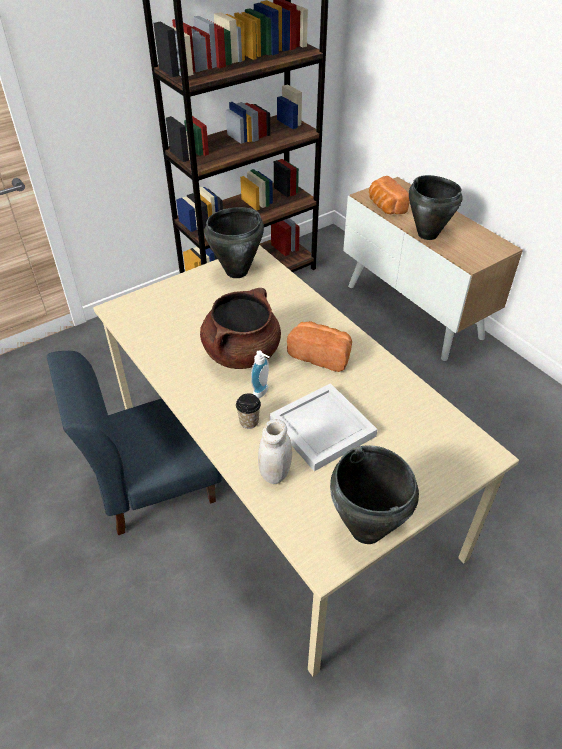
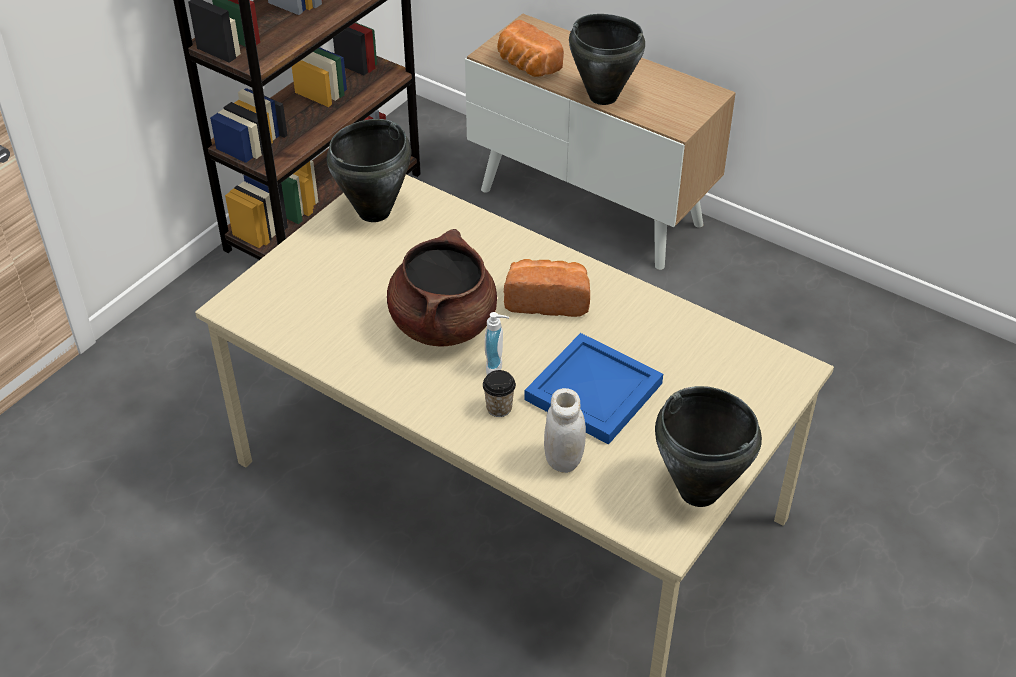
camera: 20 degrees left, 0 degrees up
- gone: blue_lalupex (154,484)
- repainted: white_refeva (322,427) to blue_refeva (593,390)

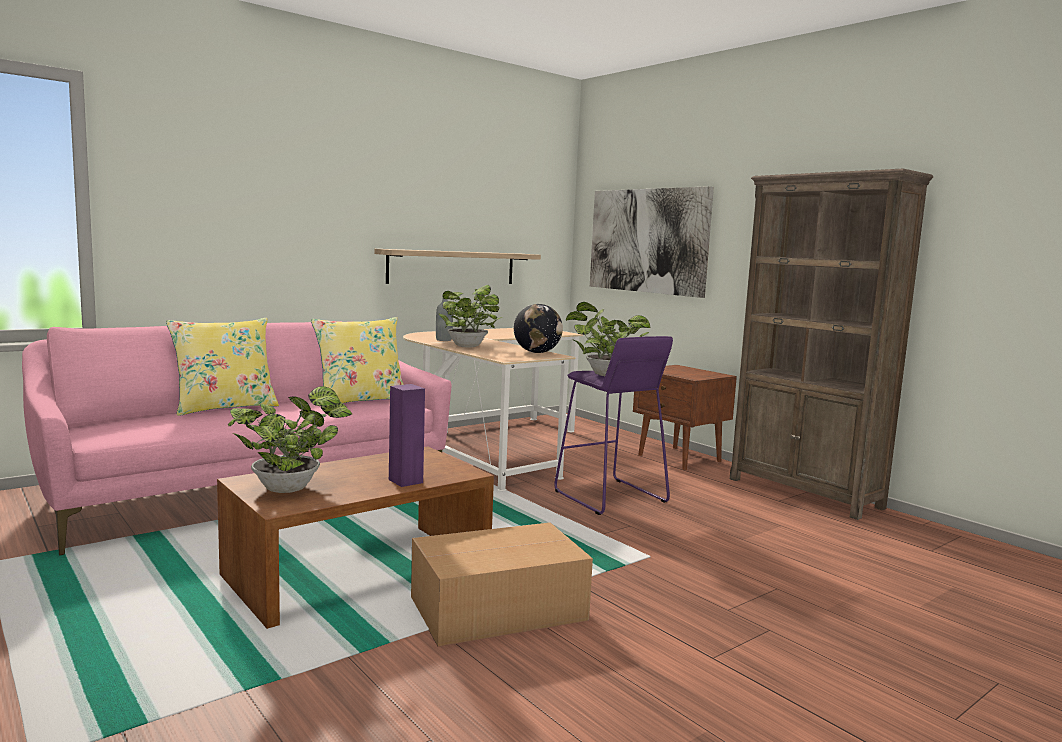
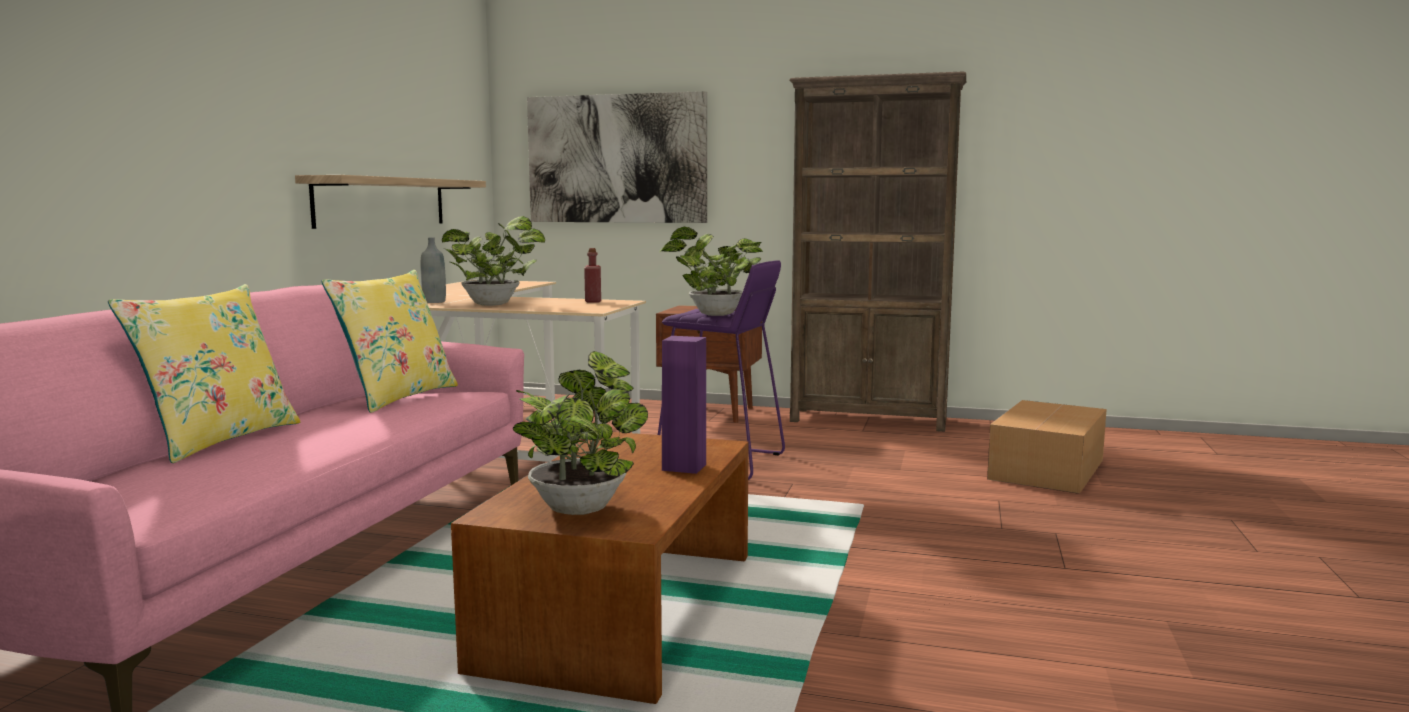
camera: 35 degrees left, 0 degrees up
- swapped: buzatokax (537,352) to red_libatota (593,301)
- shifted: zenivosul (501,609) to (1048,469)

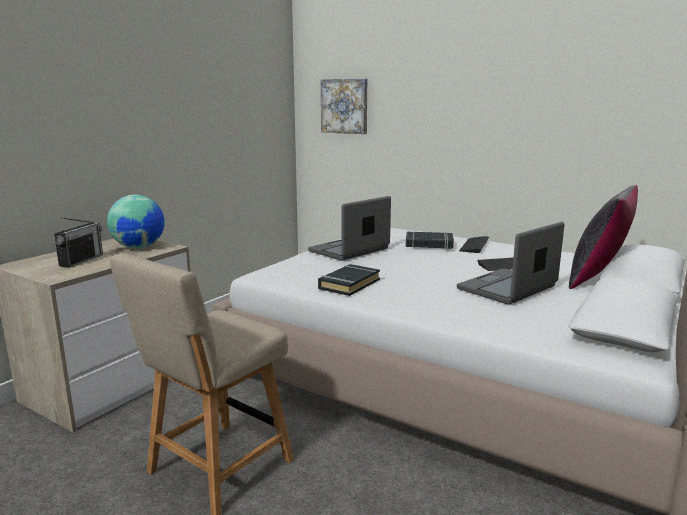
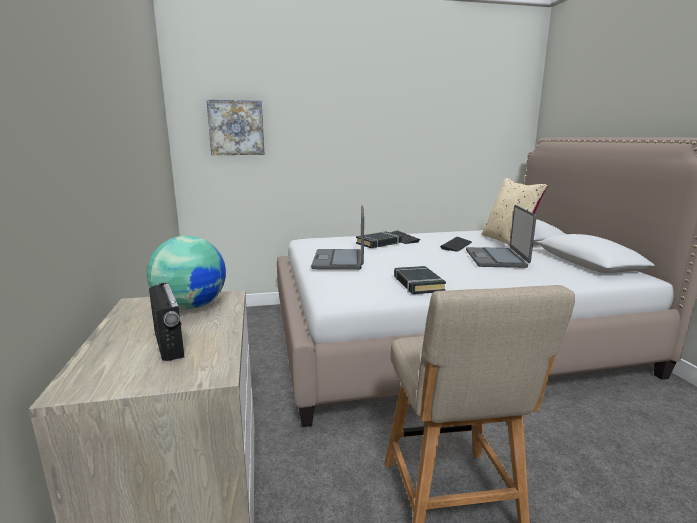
camera: 45 degrees left, 0 degrees up
- repainted: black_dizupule (598,278) to beige_dizupule (508,242)

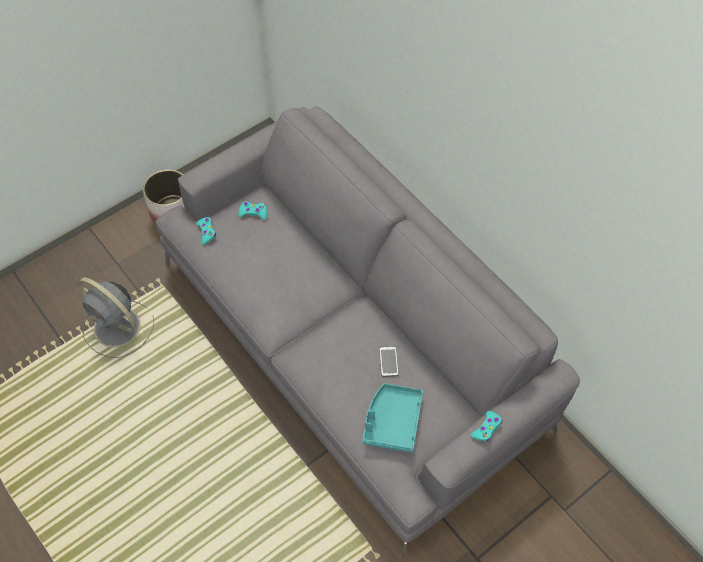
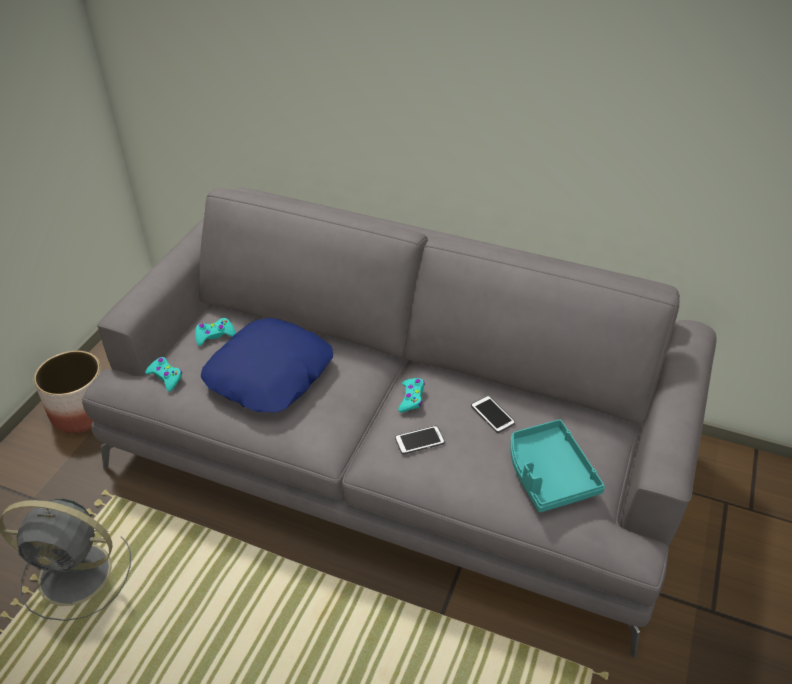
camera: 30 degrees left, 15 degrees down
- shifted: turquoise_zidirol (486,428) to (411,398)
- new: blue_dizupule (270,374)
- new: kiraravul (419,440)

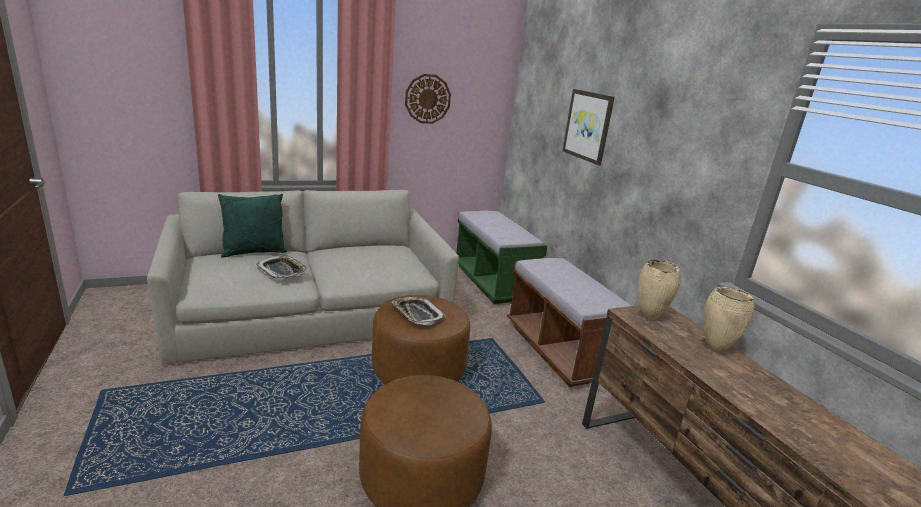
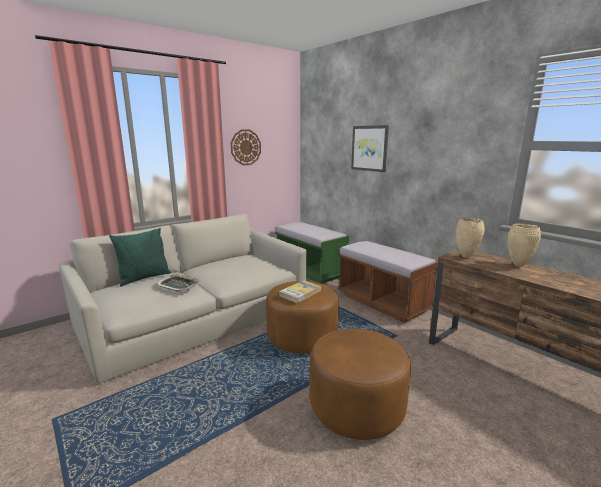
camera: 15 degrees left, 5 degrees down
- swapped: refeva (417,314) to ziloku (300,293)

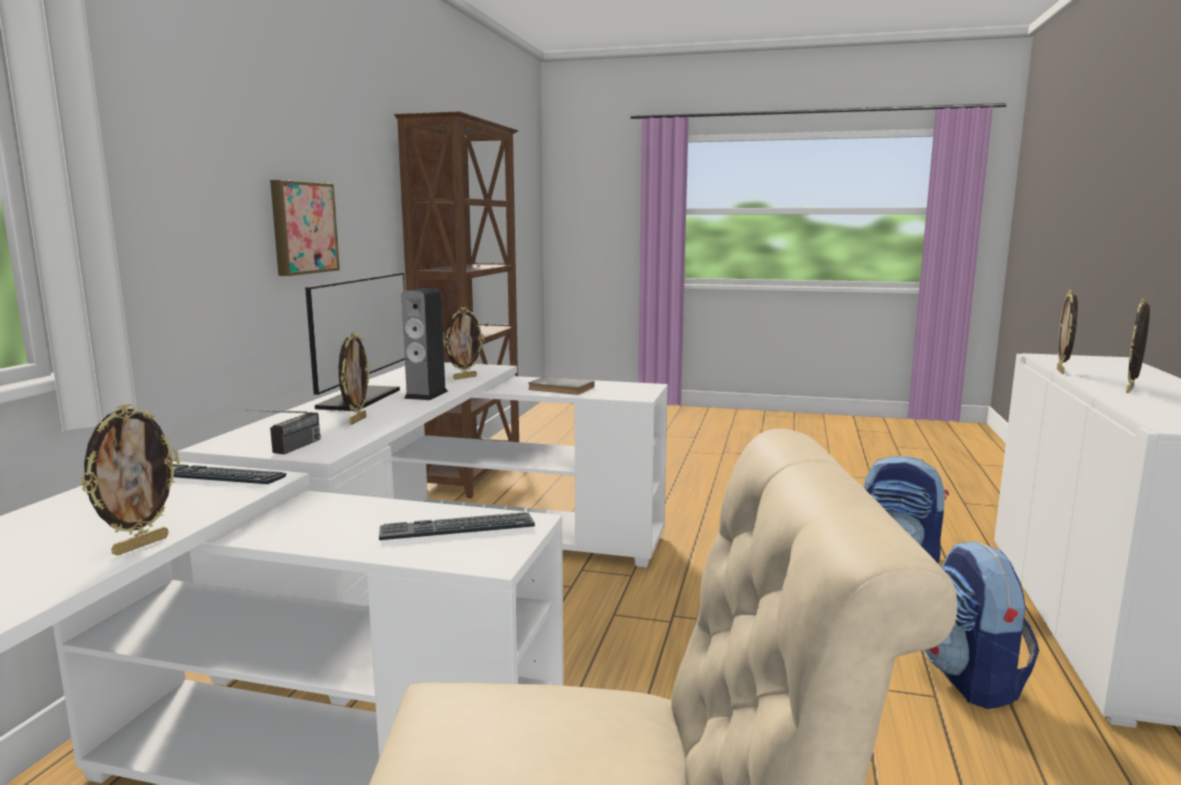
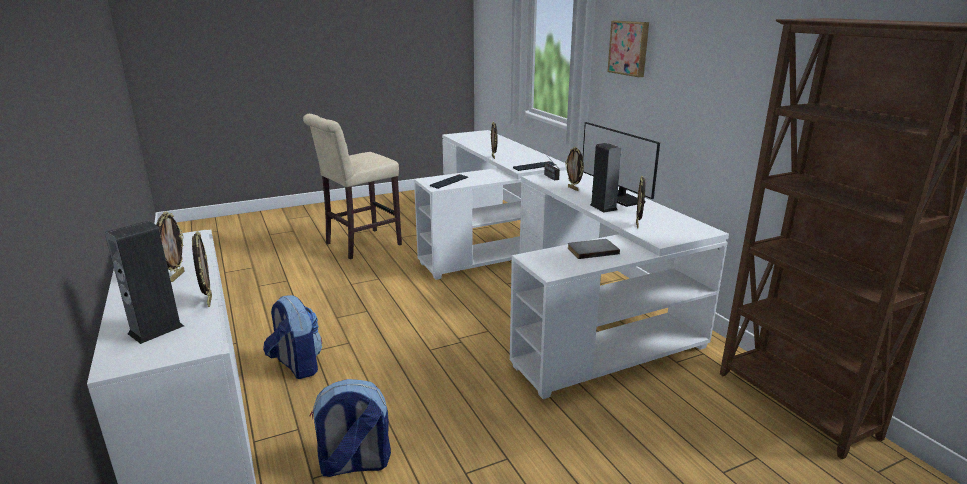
camera: 140 degrees right, 10 degrees up
- shifted: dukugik (302,228) to (629,48)
- new: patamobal (156,330)

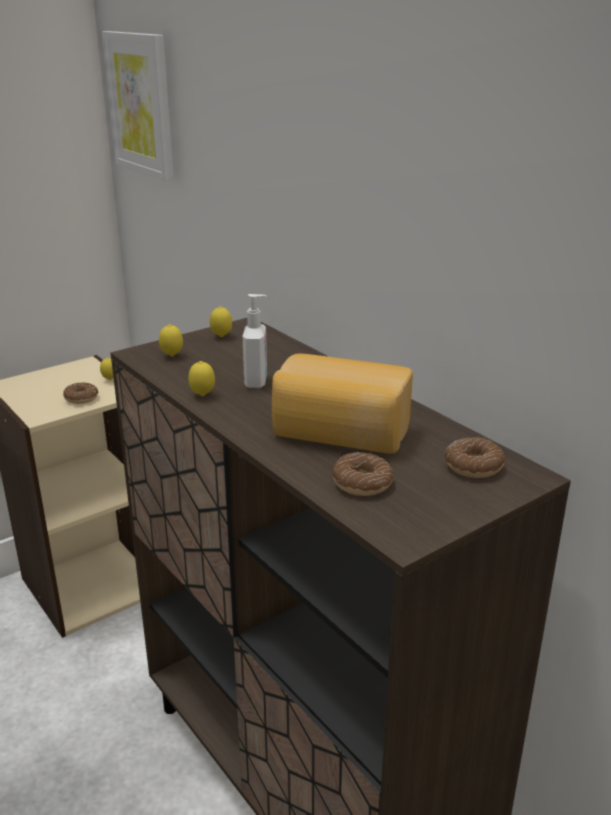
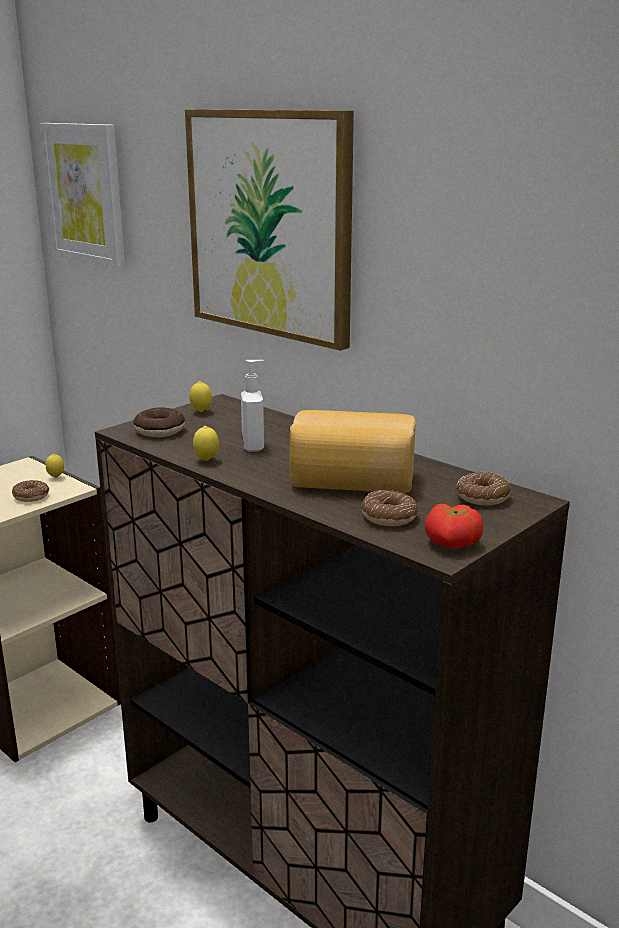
camera: 10 degrees left, 5 degrees down
- swapped: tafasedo (172,356) to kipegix (160,431)
- new: dukugik (270,224)
- new: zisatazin (452,543)

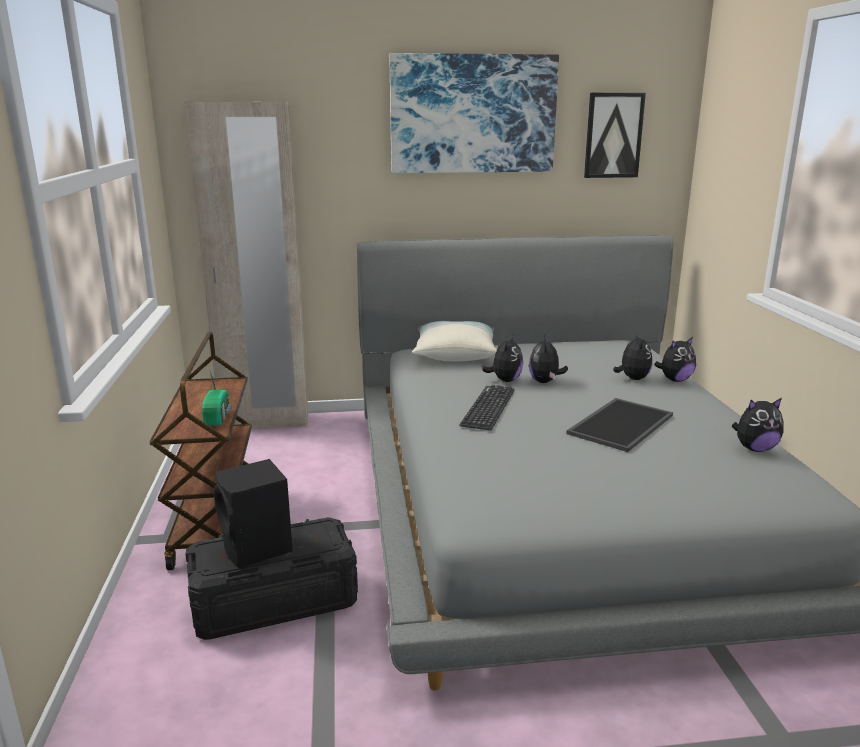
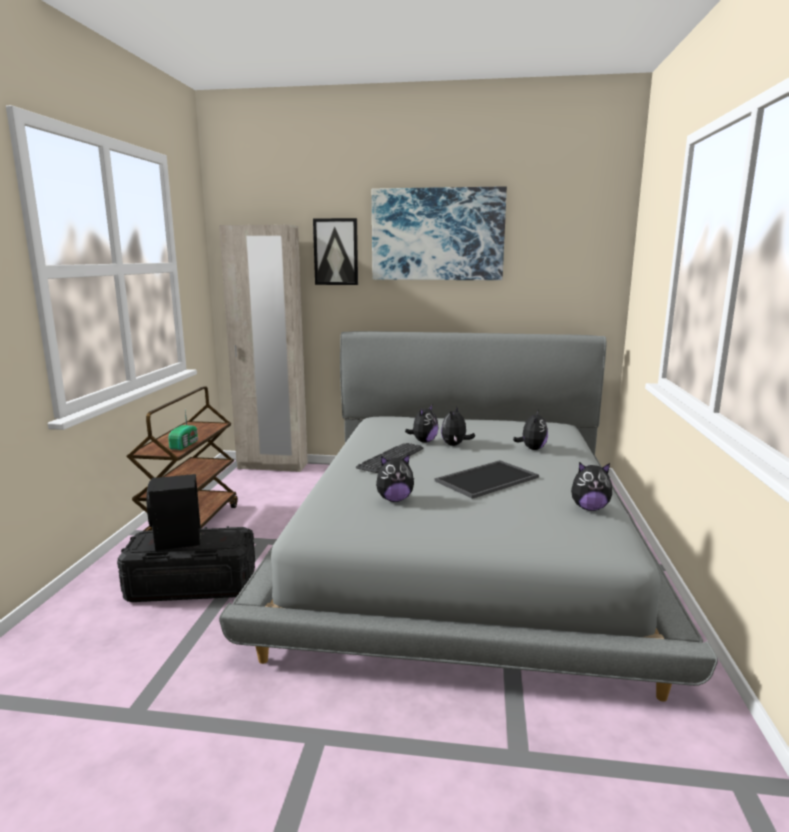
camera: 15 degrees right, 5 degrees down
- shifted: dukugik (613,135) to (336,252)
- gone: dizupule (455,354)
- shifted: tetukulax (675,380) to (394,499)

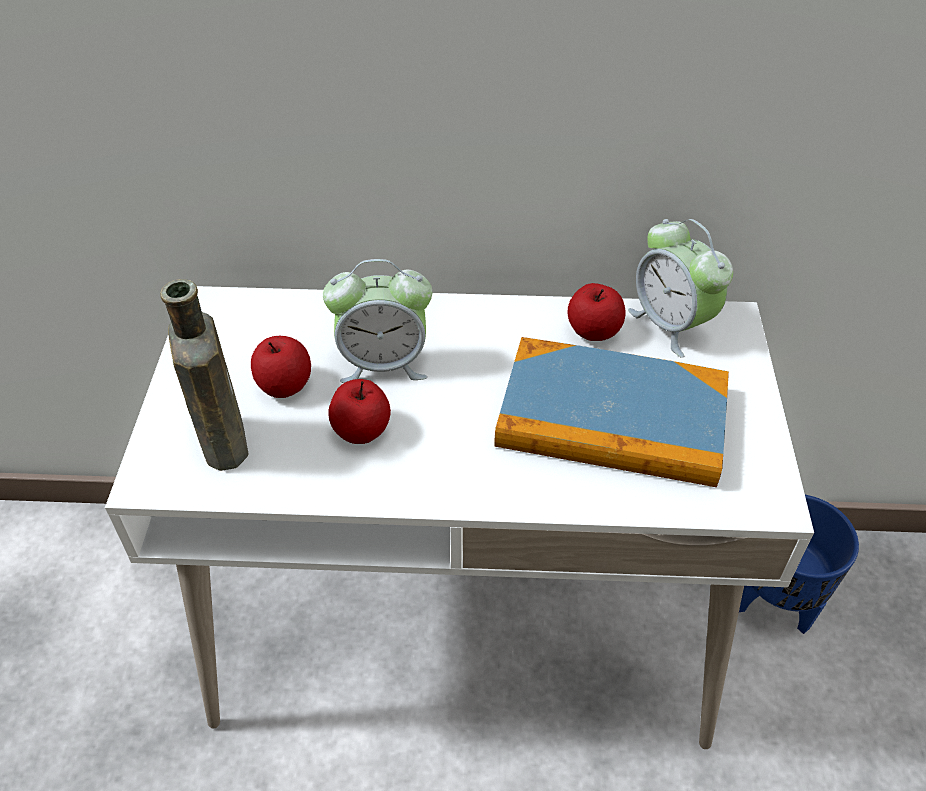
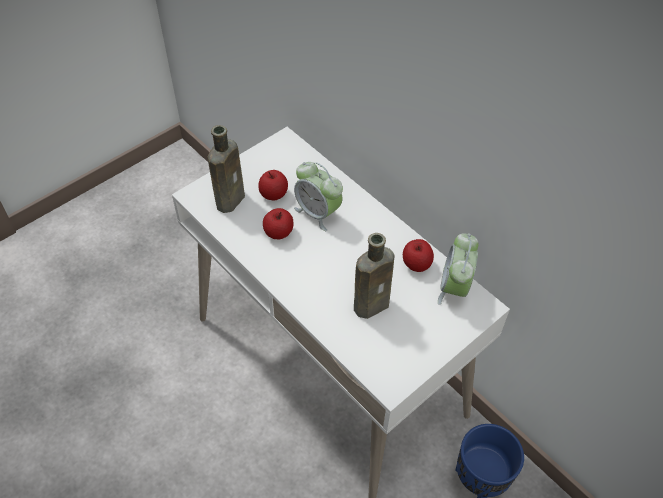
camera: 45 degrees right, 5 degrees up
- swapped: ziloku (611,419) to brown_libatota (373,304)

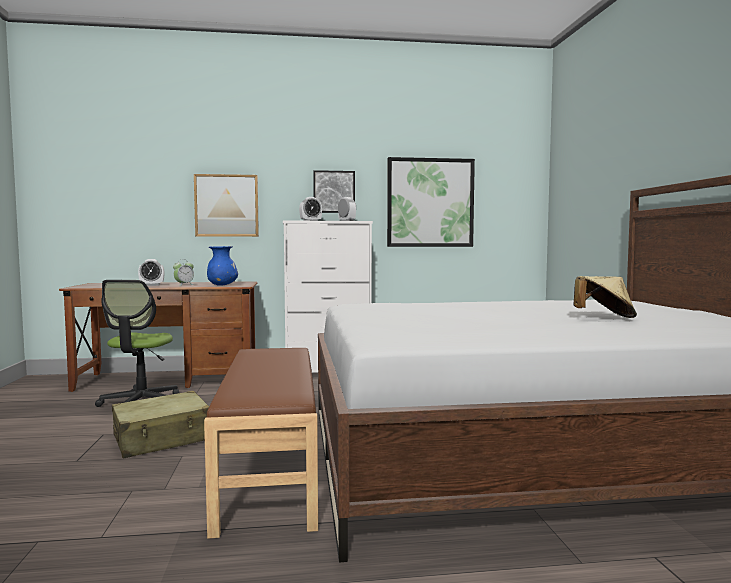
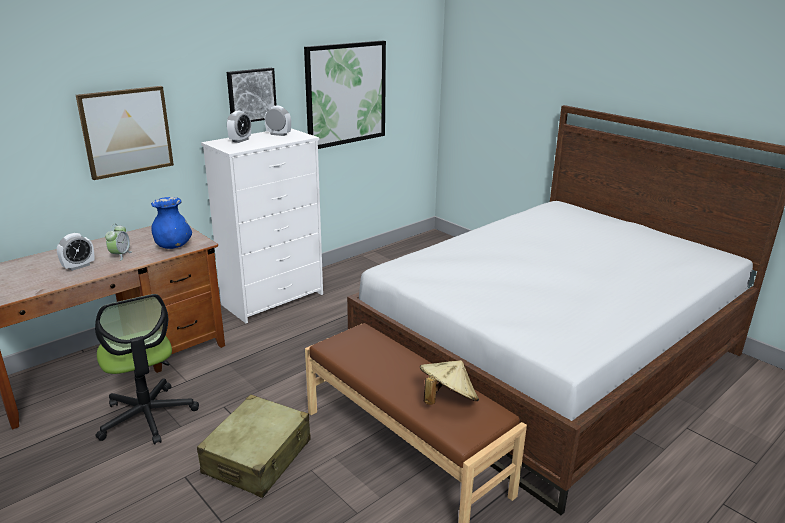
camera: 35 degrees left, 20 degrees up
- shifted: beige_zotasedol (604,317) to (447,400)

